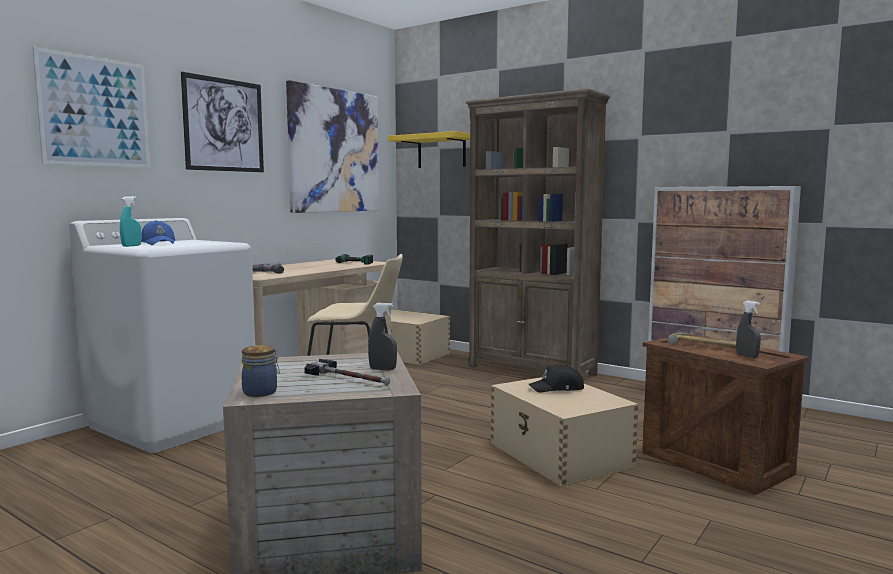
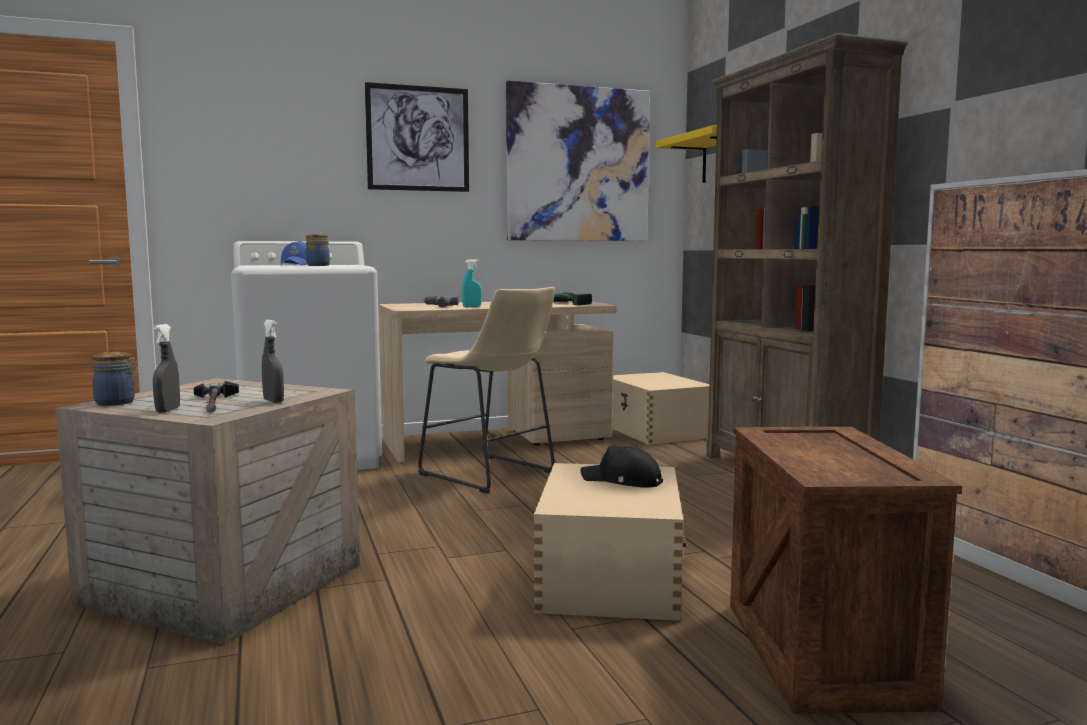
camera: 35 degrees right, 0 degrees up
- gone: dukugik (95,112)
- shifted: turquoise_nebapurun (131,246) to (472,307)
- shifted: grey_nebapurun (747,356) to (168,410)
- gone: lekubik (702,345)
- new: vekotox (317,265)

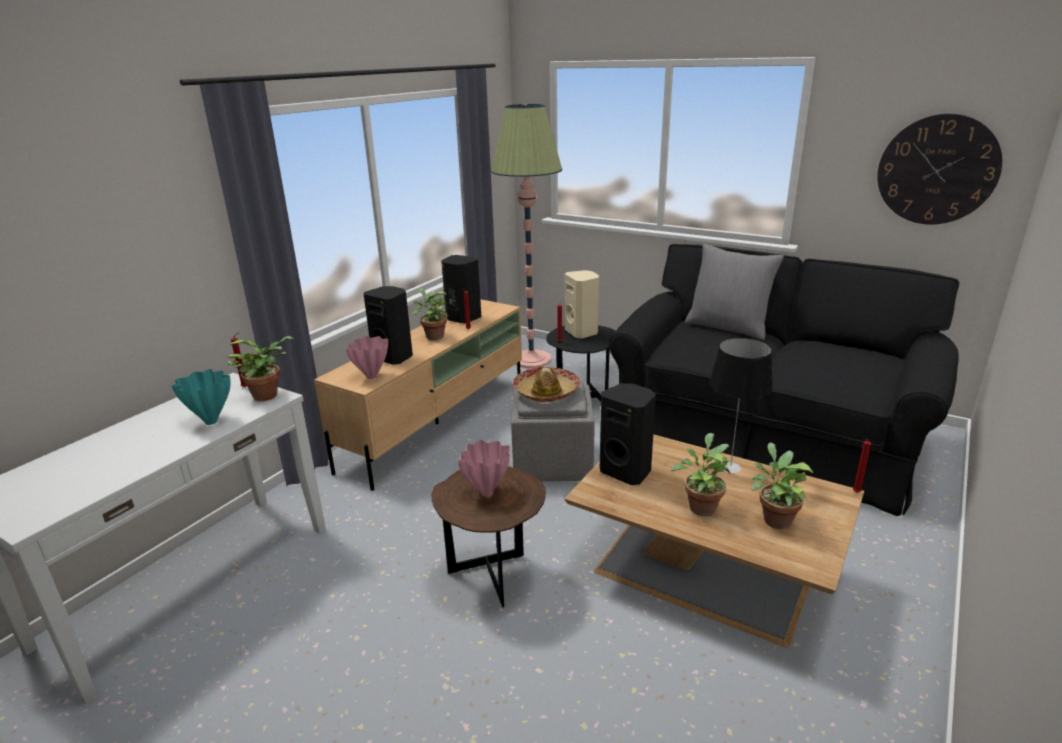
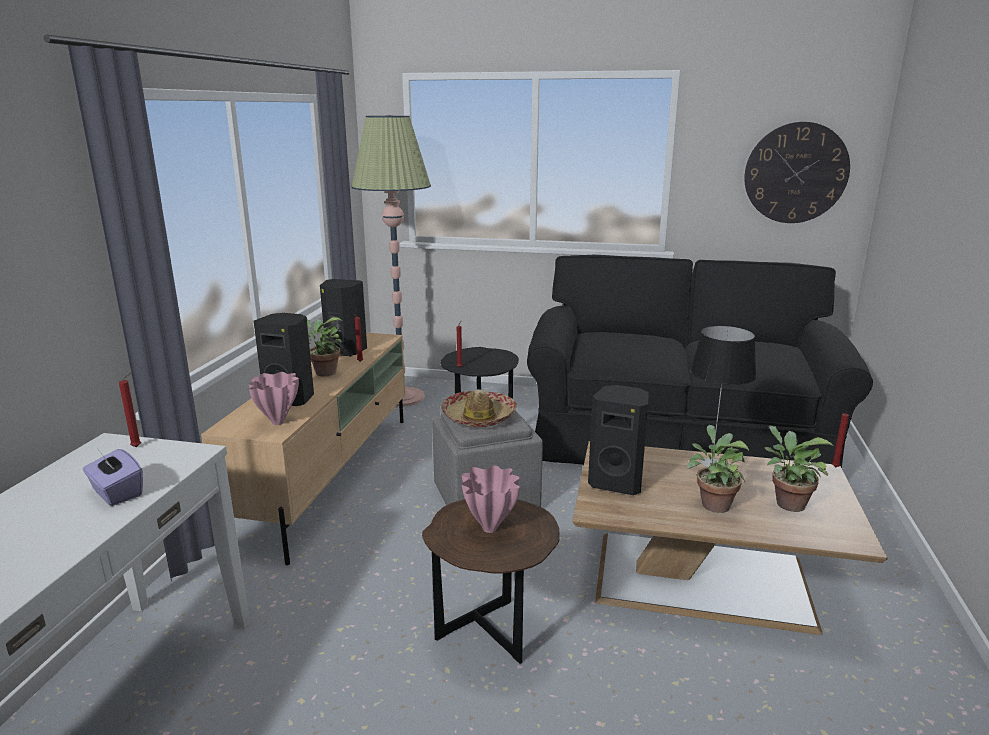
camera: 20 degrees left, 5 degrees down
- gone: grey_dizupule (728,327)
- gone: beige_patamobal (582,332)
- gone: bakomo (268,395)
- swapped: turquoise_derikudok (211,421) to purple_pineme (116,493)

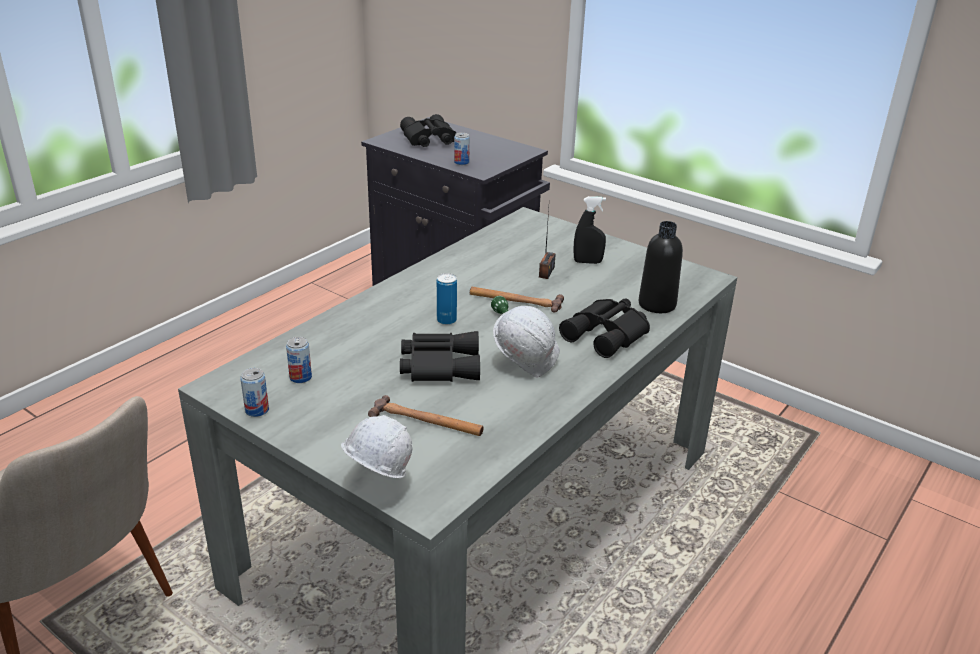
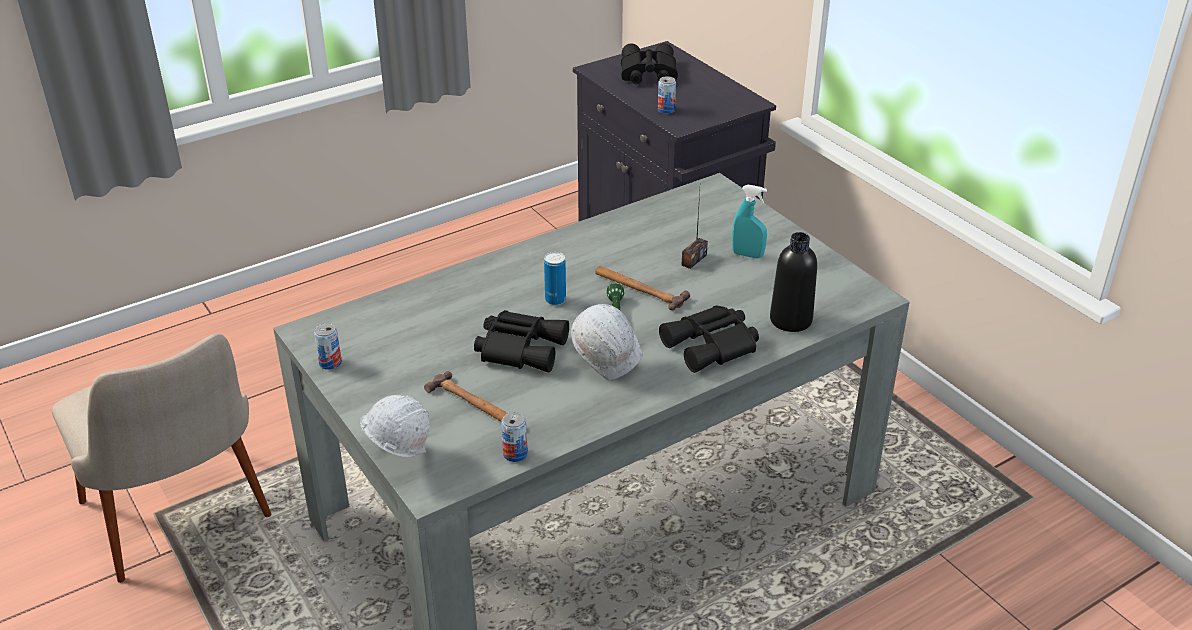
camera: 20 degrees right, 5 degrees up
- repainted: black_nebapurun (587,262) to turquoise_nebapurun (747,255)
- shifted: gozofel (300,377) to (515,454)

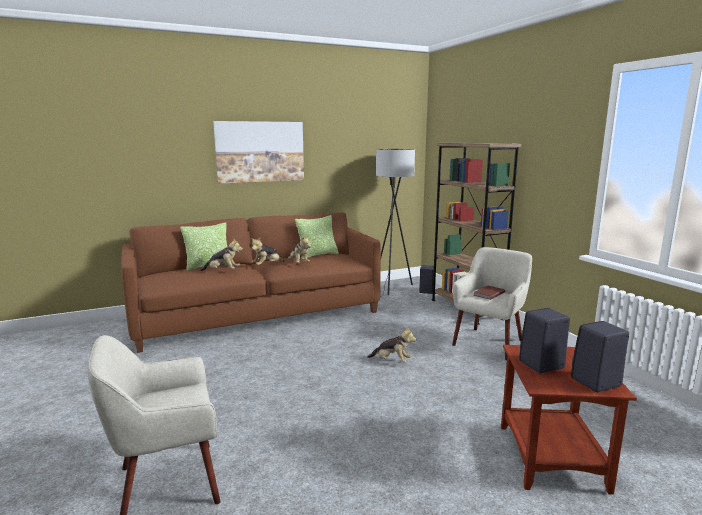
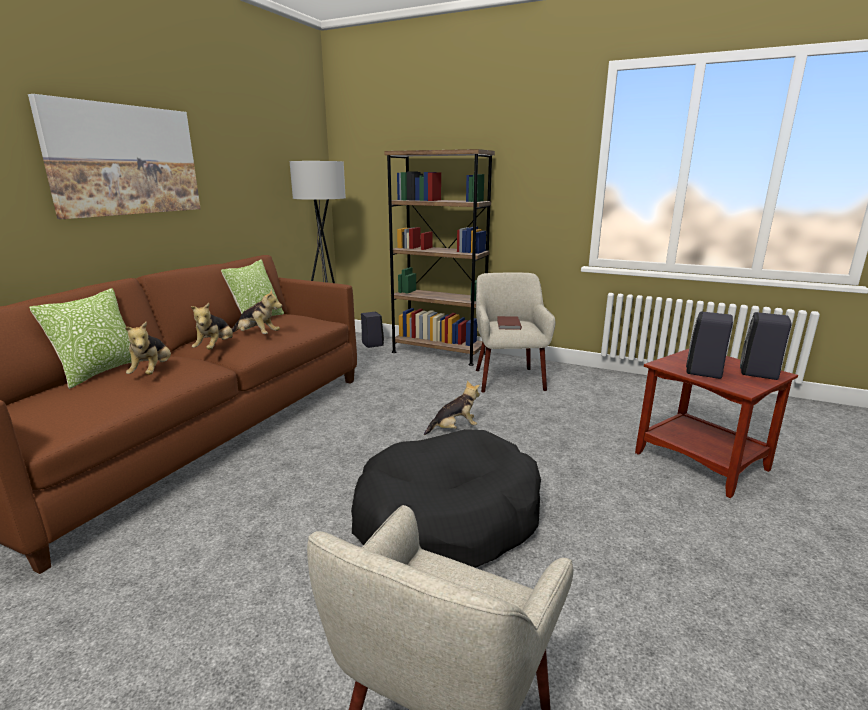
camera: 40 degrees left, 5 degrees up
- rotated: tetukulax (222,271) = (153,372) 120 degrees clockwise
- new: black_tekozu (447,520)

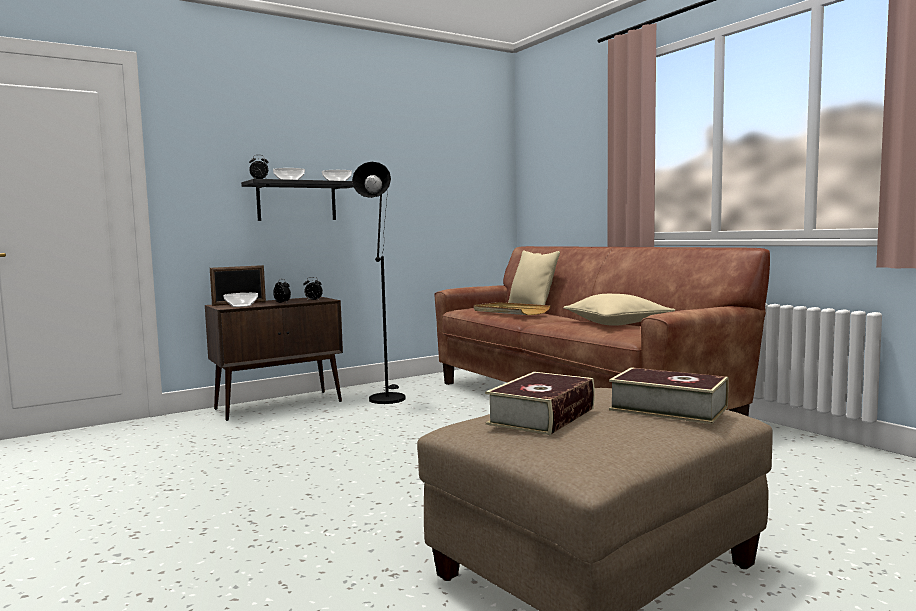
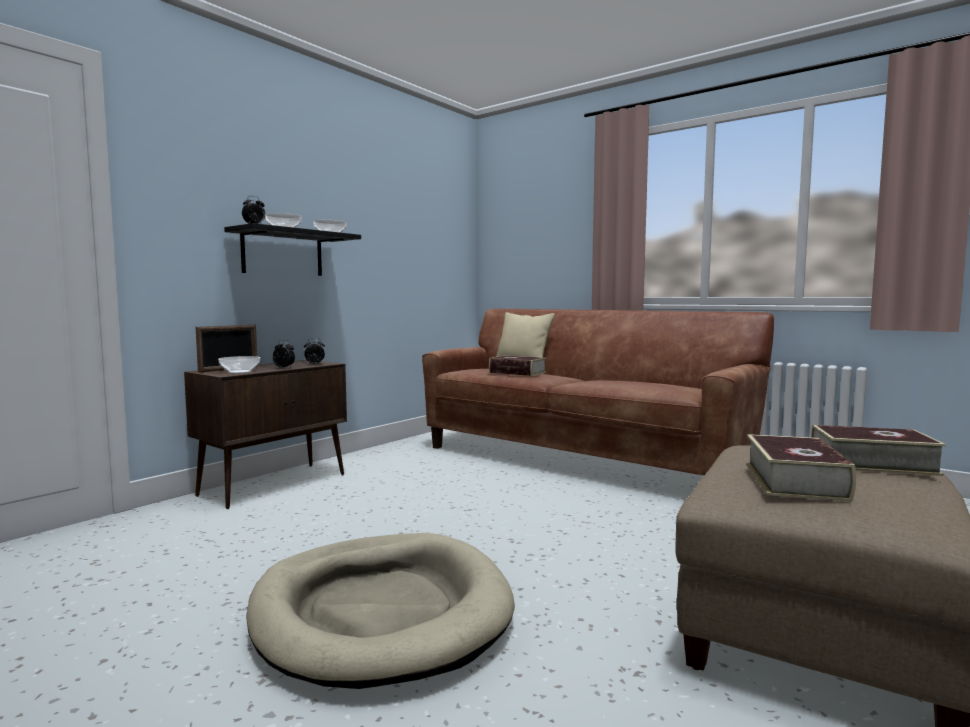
camera: 20 degrees left, 0 degrees up
- gone: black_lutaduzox (386,397)
- gone: beige_dizupule (616,323)
- swapped: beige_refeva (510,311) to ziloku (517,372)
- new: beige_tekozu (381,612)

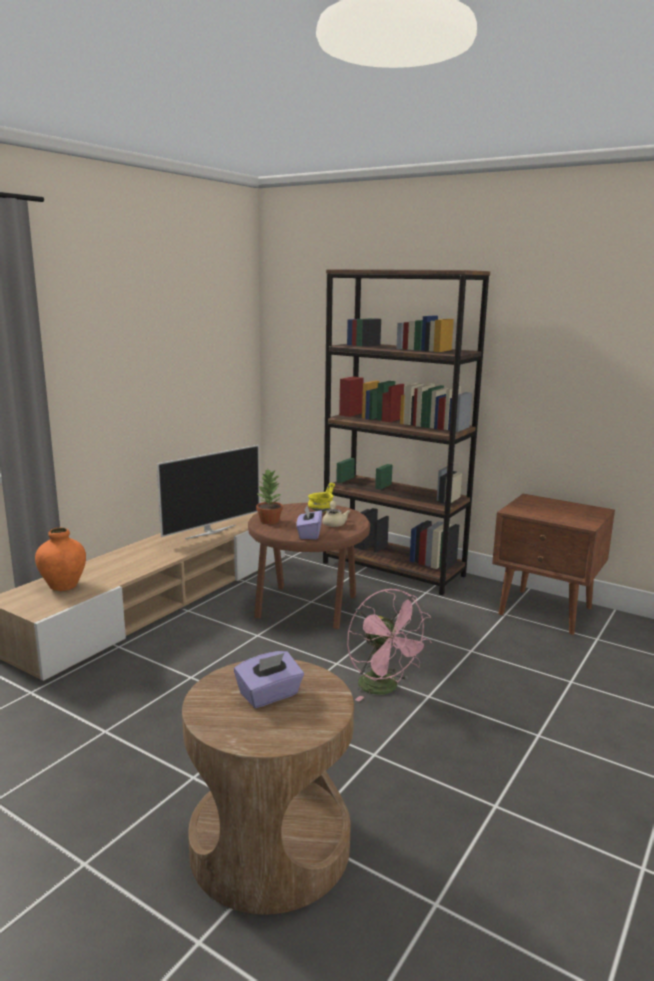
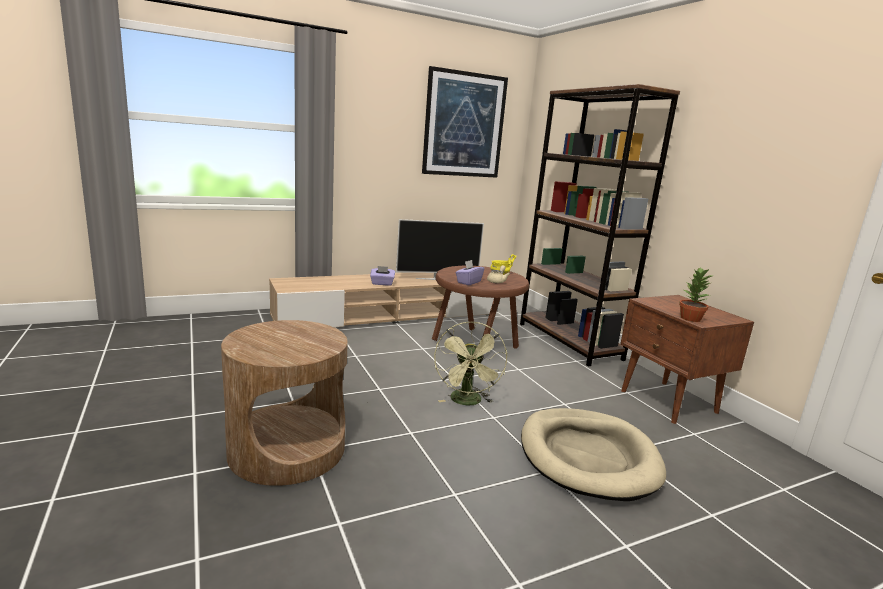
camera: 30 degrees right, 0 degrees up
- shifted: bakomo (269,521) to (690,318)
- gone: orange_derikudok (63,586)
- repainted: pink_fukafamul (384,688) to green_fukafamul (467,402)
- shifted: purple_pineme (269,695) to (382,283)
- new: dukugik (464,125)
- new: beige_tekozu (588,456)

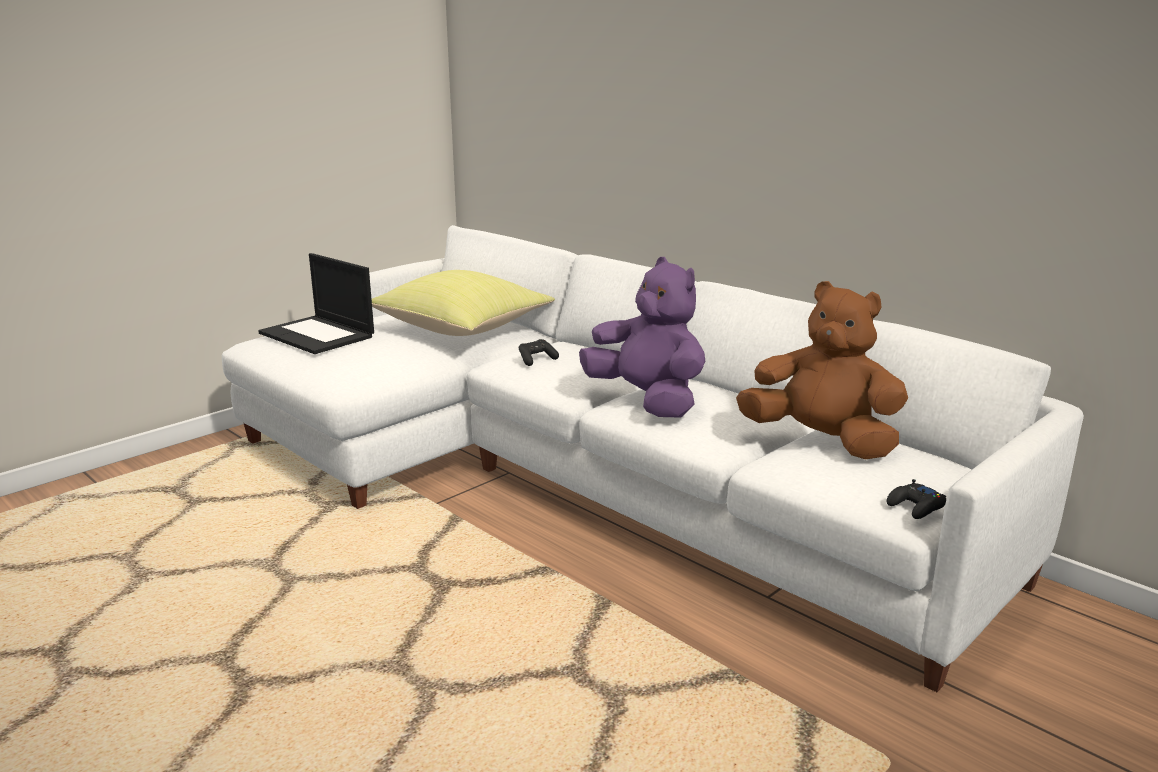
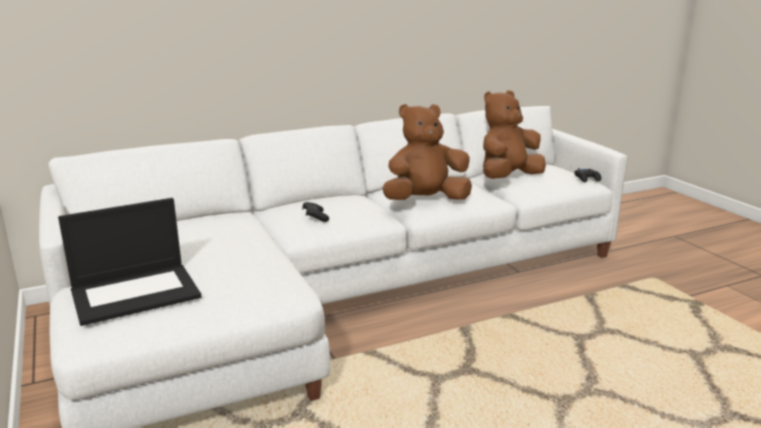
camera: 70 degrees left, 0 degrees up
- repainted: purple_tetukulax (647,401) to brown_tetukulax (425,201)
- gone: yellow_dizupule (465,330)

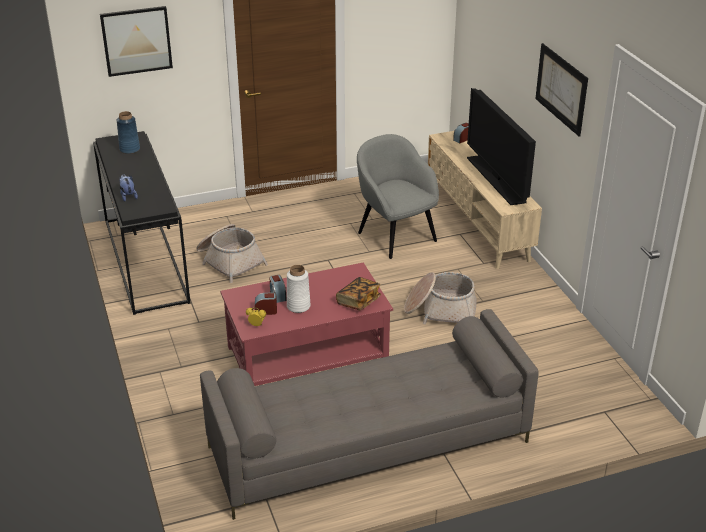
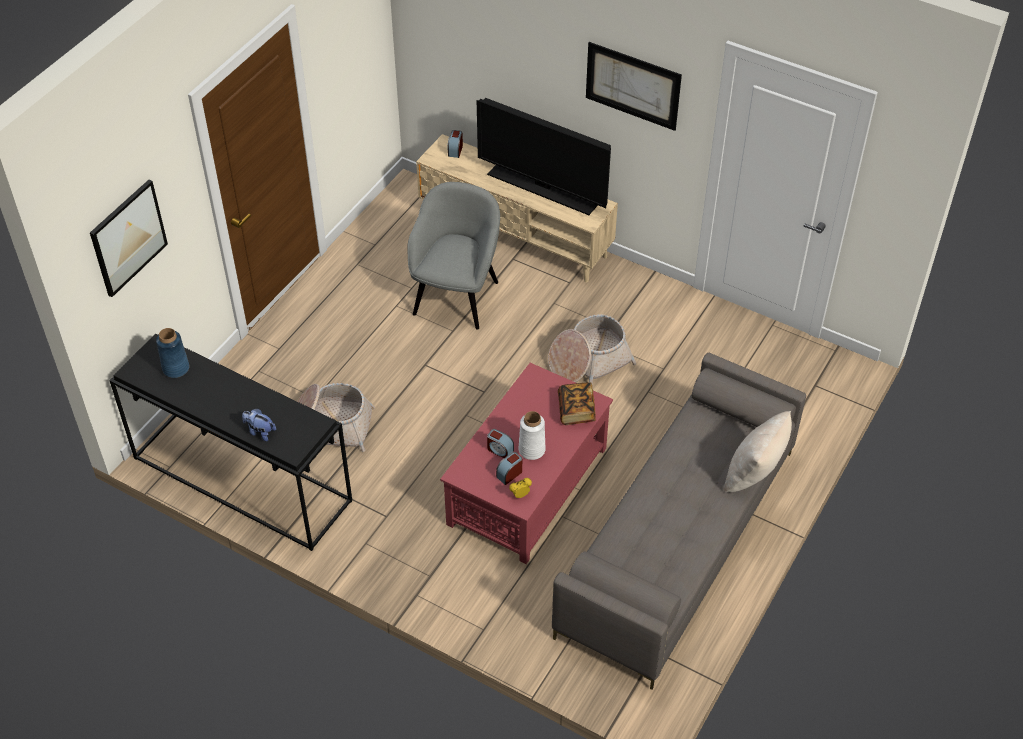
camera: 40 degrees left, 15 degrees up
- rotated: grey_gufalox (396,236) = (456,296) 90 degrees clockwise
- new: beige_dizupule (754,474)

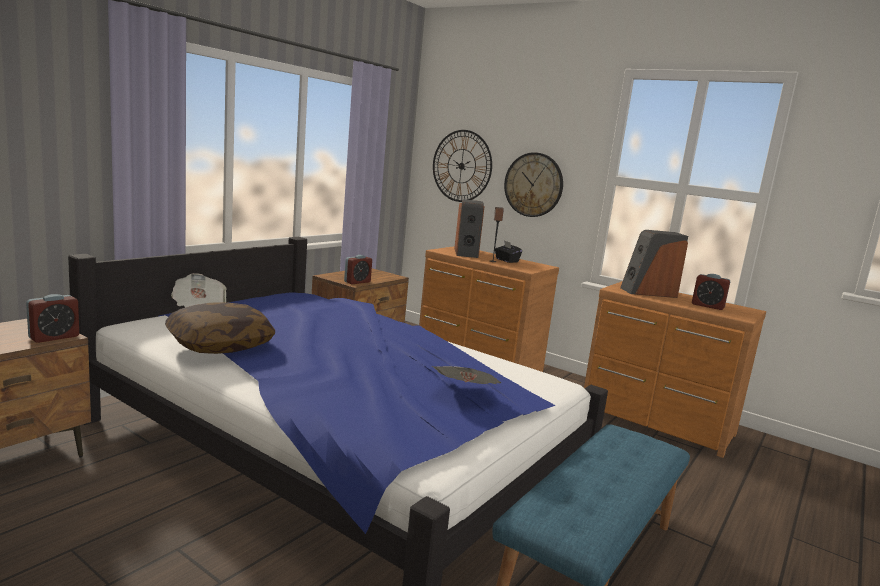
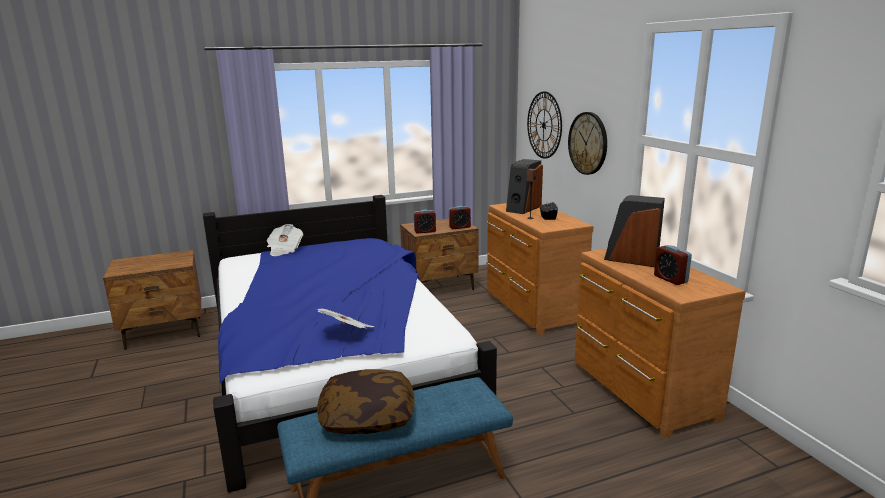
camera: 35 degrees right, 5 degrees up
- shifted: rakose (54,337) to (459,227)
- shifted: dizupule (220,344) to (367,416)

